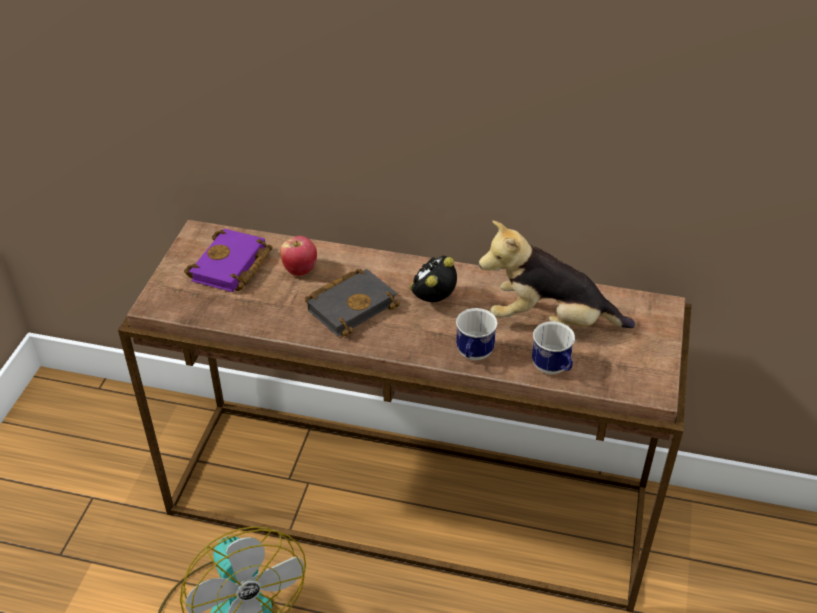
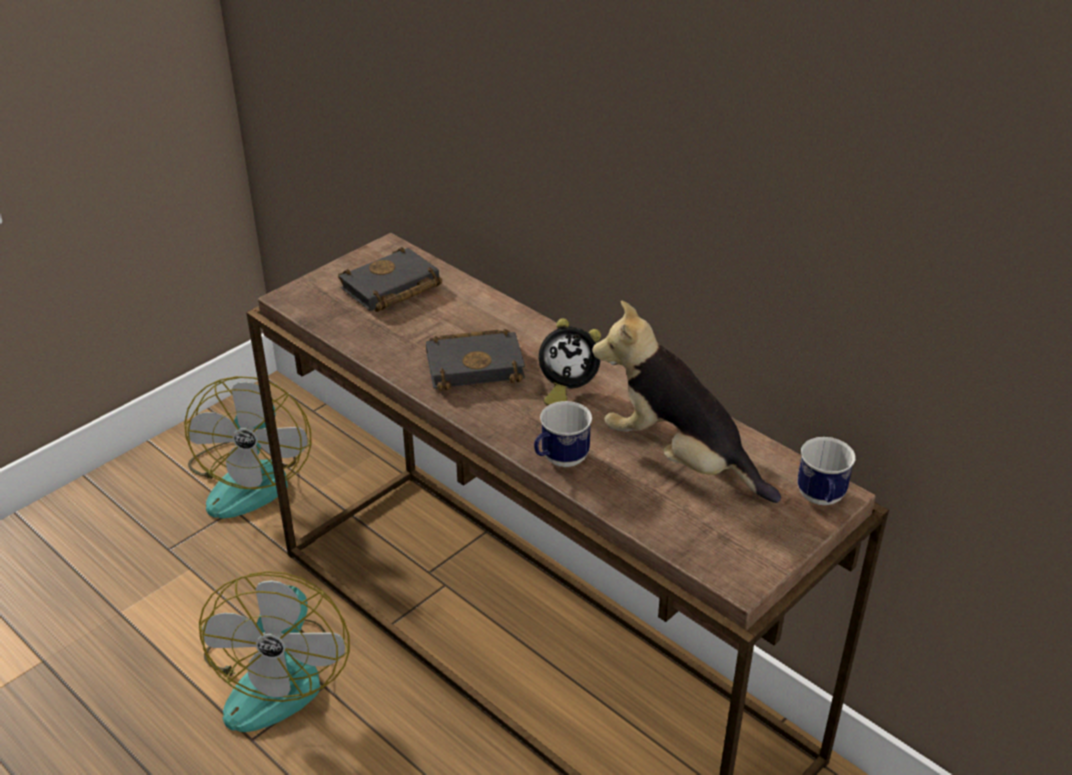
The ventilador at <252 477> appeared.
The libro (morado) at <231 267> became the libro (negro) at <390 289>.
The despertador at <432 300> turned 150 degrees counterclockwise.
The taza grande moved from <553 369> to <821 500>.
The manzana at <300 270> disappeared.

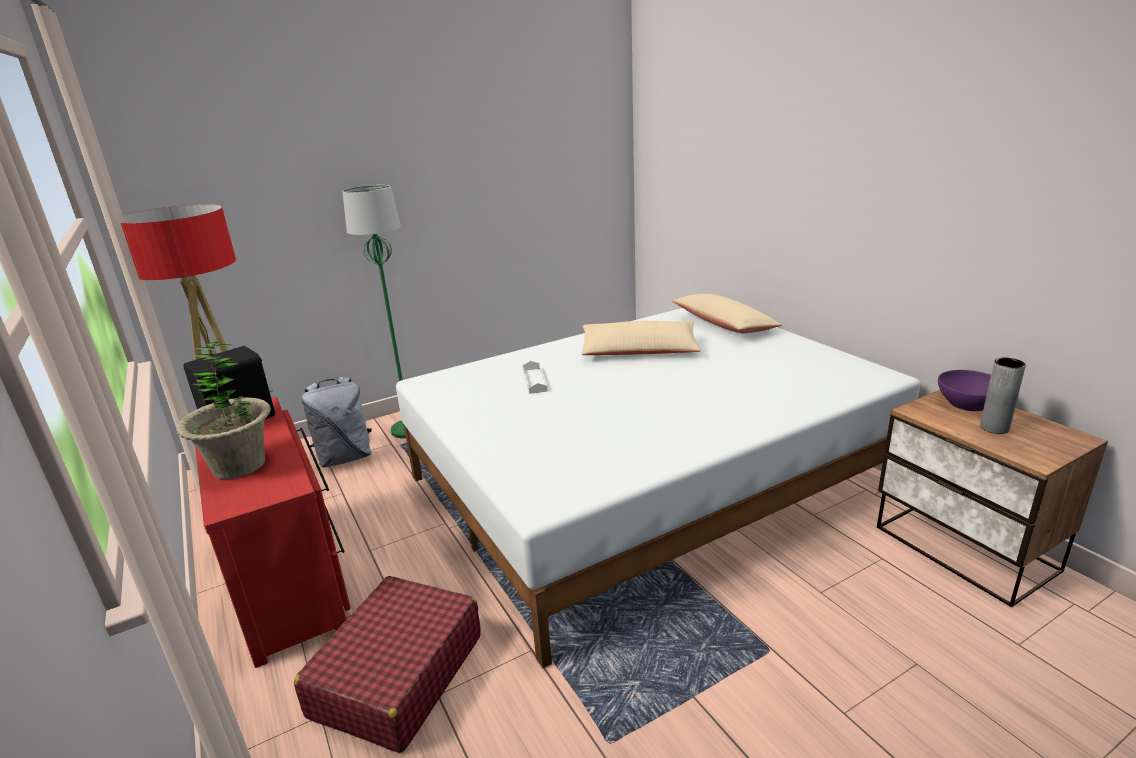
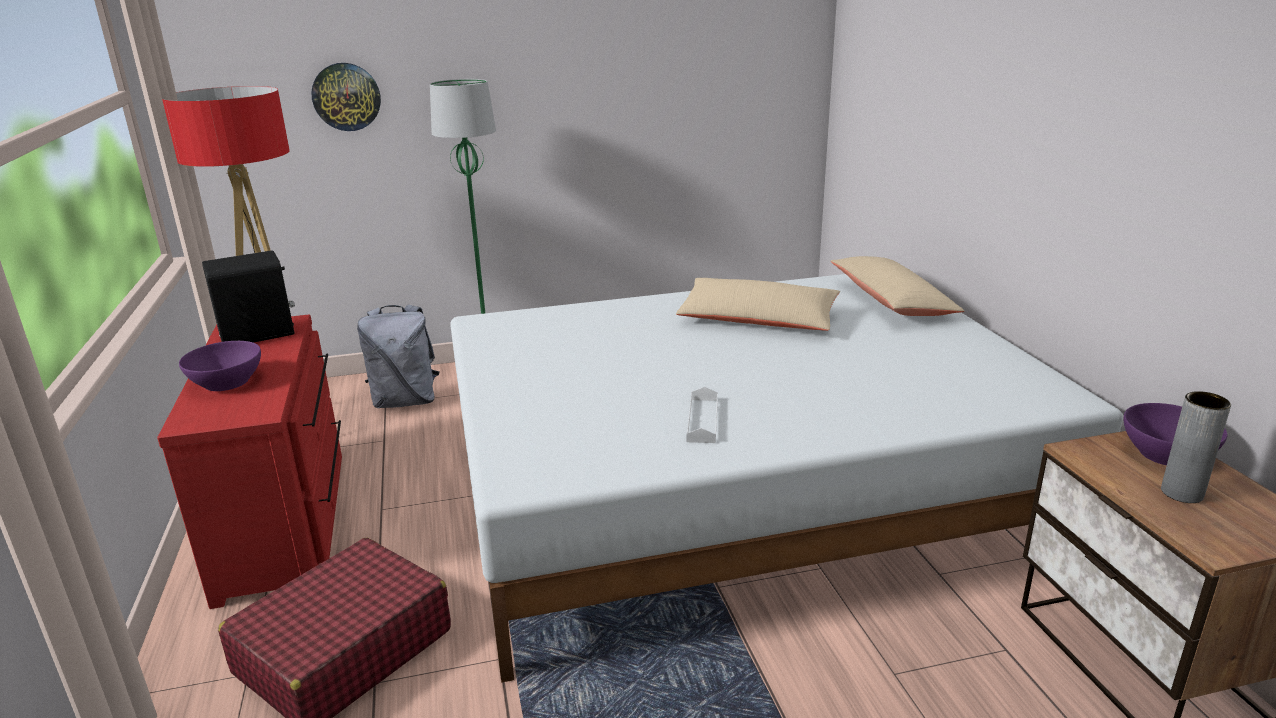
The planta en maceta at <239 466> was replaced by the cuenco (morado) at <227 382>.
The reloj de pared at <346 97> appeared.
The bandeja (blanco) moved from <534 380> to <702 420>.

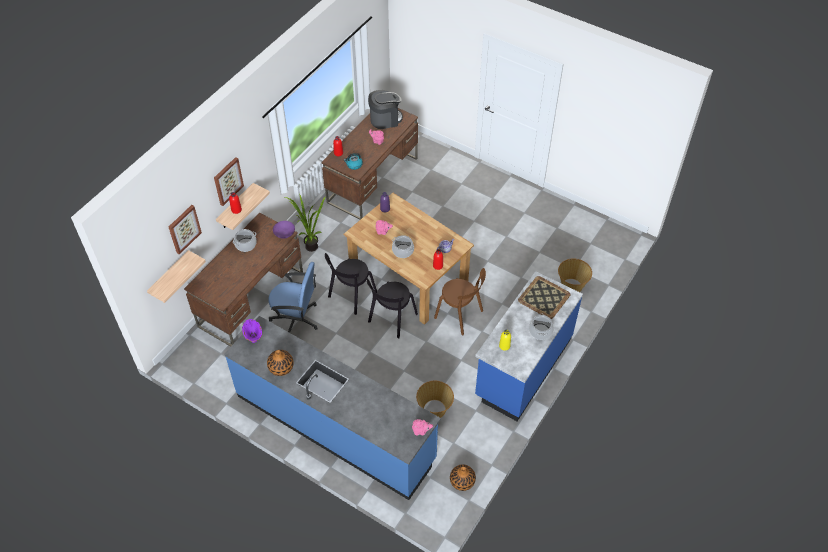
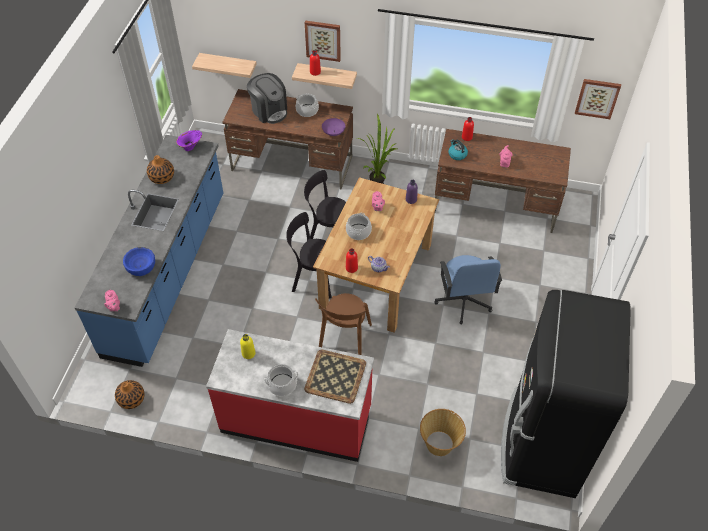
The cuenco (azul) at <141 267> appeared.
The mueble bajo de cocina (azul) at <522 367> became the mueble bajo de cocina (rojo) at <296 419>.
The cafetera moved from <385 119> to <269 111>.
The silla de oficina (azul) moved from <296 319> to <463 301>.
The nevera (negro) at <541 443> appeared.
The cuadro moved from <184 229> to <597 98>.
The cesta at <434 409> disappeared.

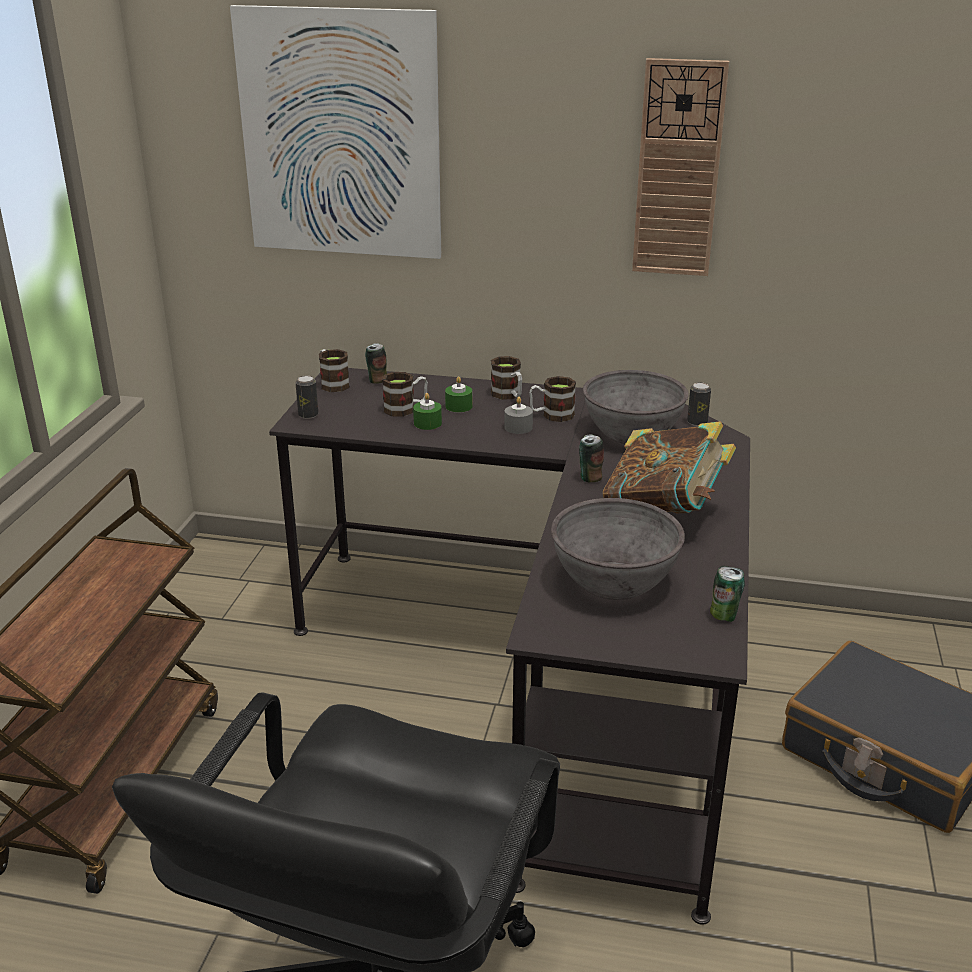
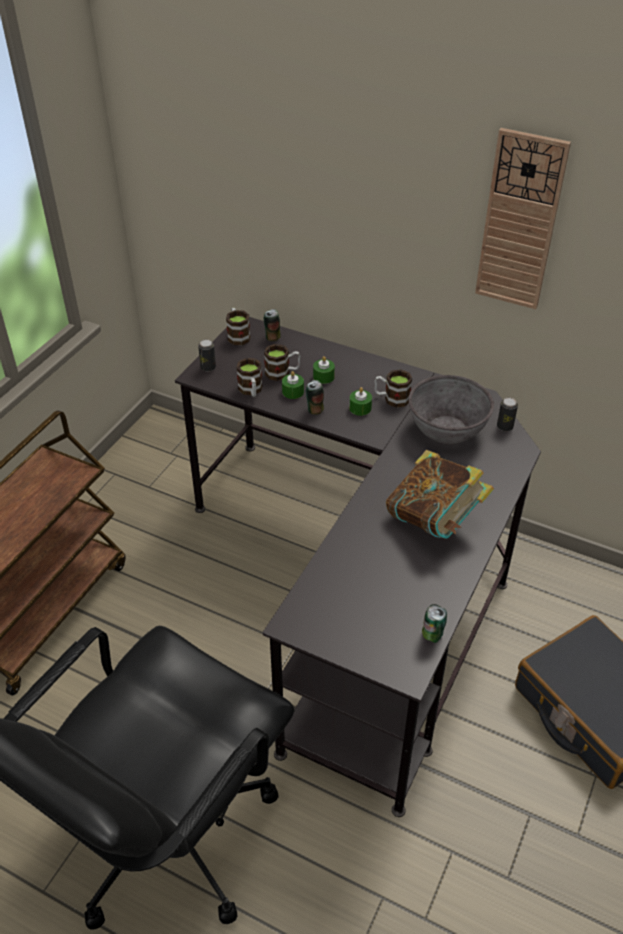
The taza grande moved from <508 396> to <251 391>.
The lata moved from <590 477> to <315 409>.
The vela (gris) at <518 427> became the vela (verde) at <360 408>.
The cuadro at <340 135> disappeared.
The cuenco (gris) at <614 580> disappeared.

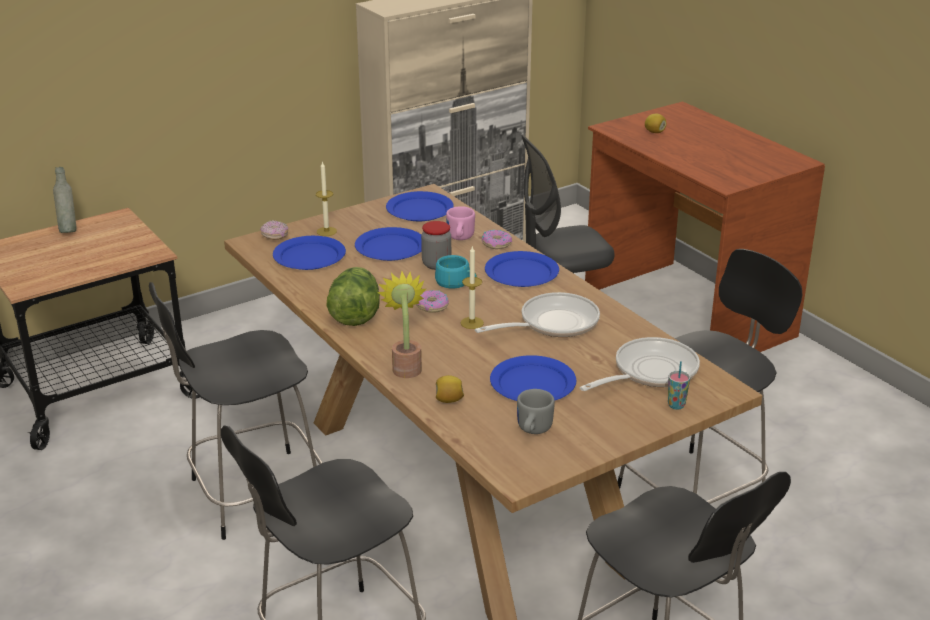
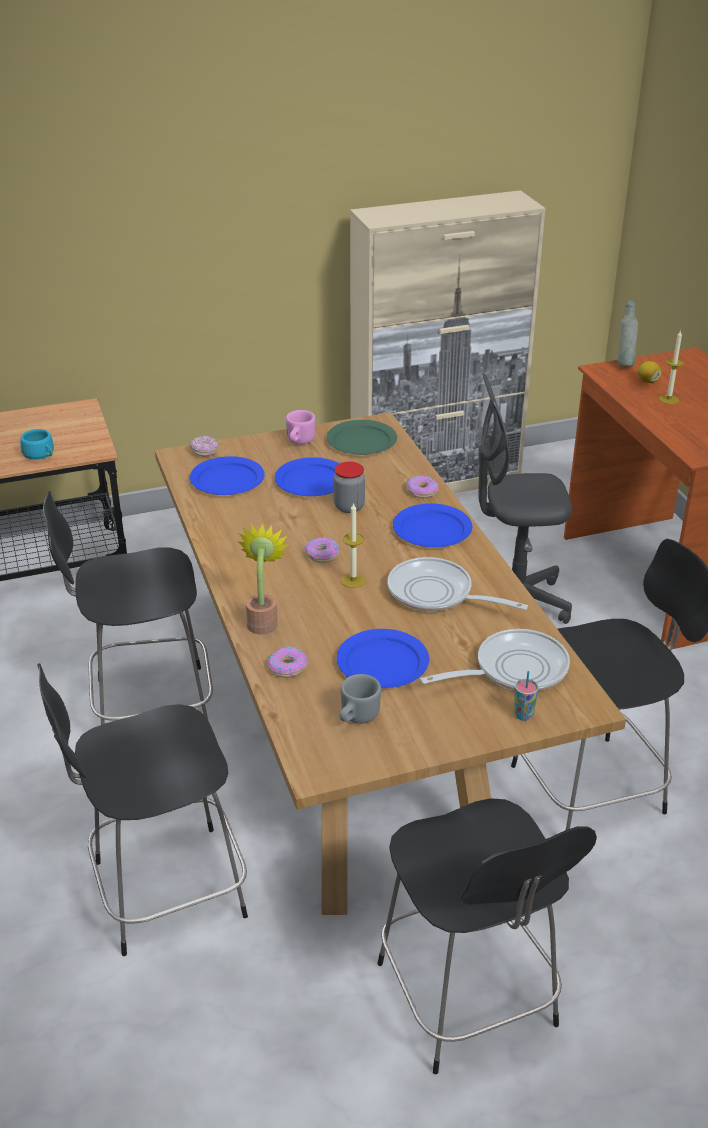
The taza (turquesa) moved from <456 283> to <41 455>.
The limón at <448 400> was replaced by the rosquilla at <287 667>.
The taza grande (rosa) moved from <459 238> to <298 442>.
The plato (azul) at <419 210> became the plato (verde) at <361 441>.
The sartén at <552 323> turned 135 degrees counterclockwise.
The botella (gris) moved from <68 230> to <624 364>.
The vela moved from <326 231> to <668 399>.
The lechuga at <355 314> disappeared.

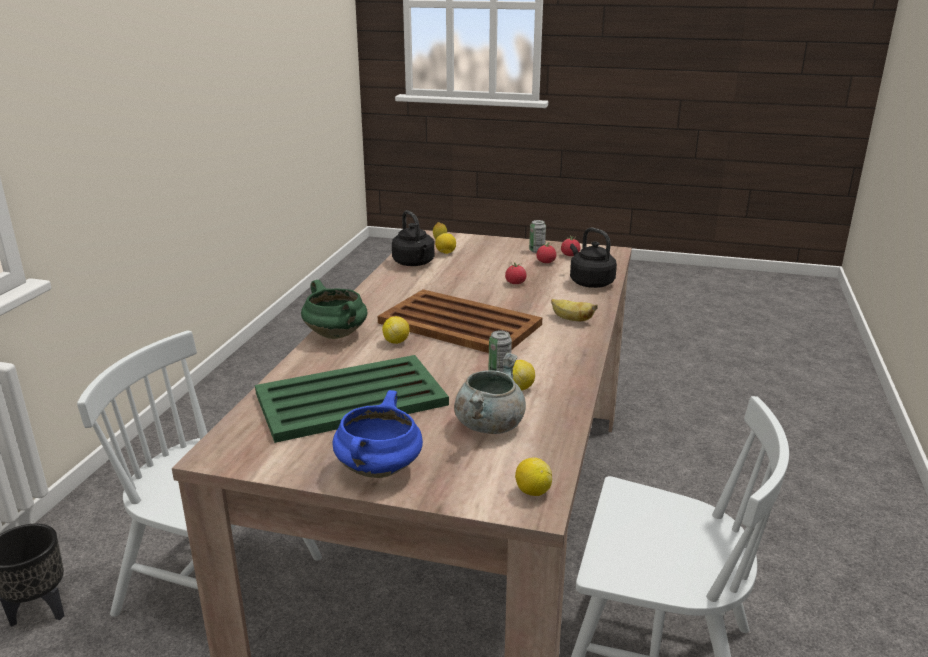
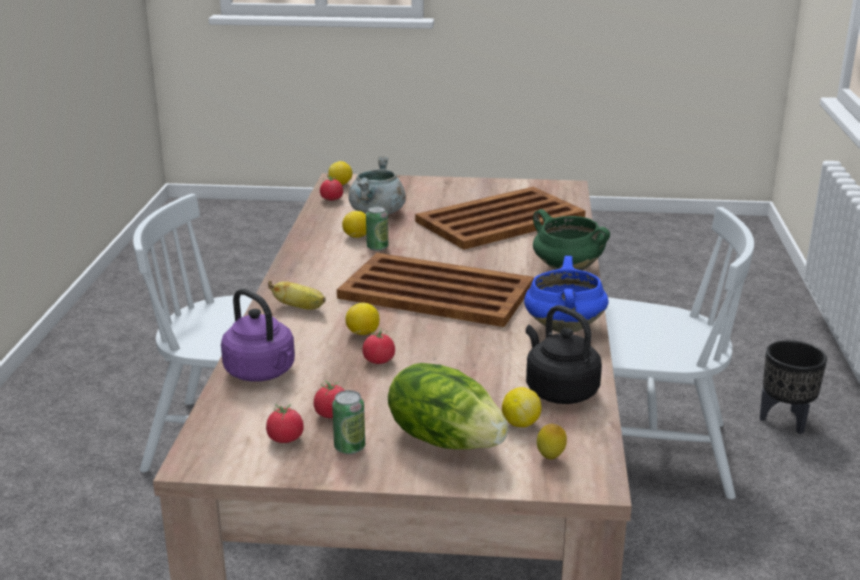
The hervidor (negro) at <590 282> became the hervidor (morado) at <262 373>.
The tomate at <331 199> appeared.
The limón moved from <396 341> to <362 334>.
The lechuga at <445 439> appeared.
The bandeja (verde) at <353 399> became the bandeja (marrón) at <498 220>.
The olla (azul) moved from <379 470> to <563 327>.

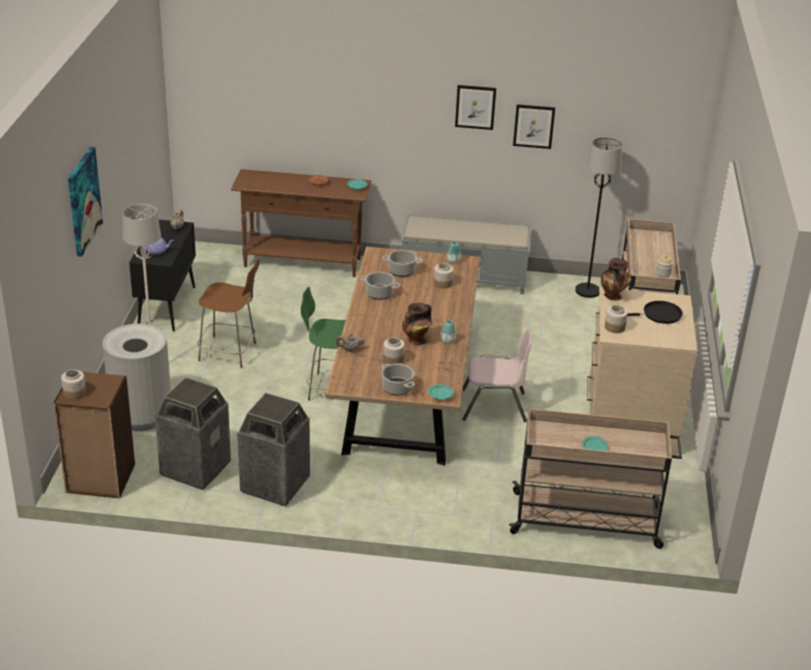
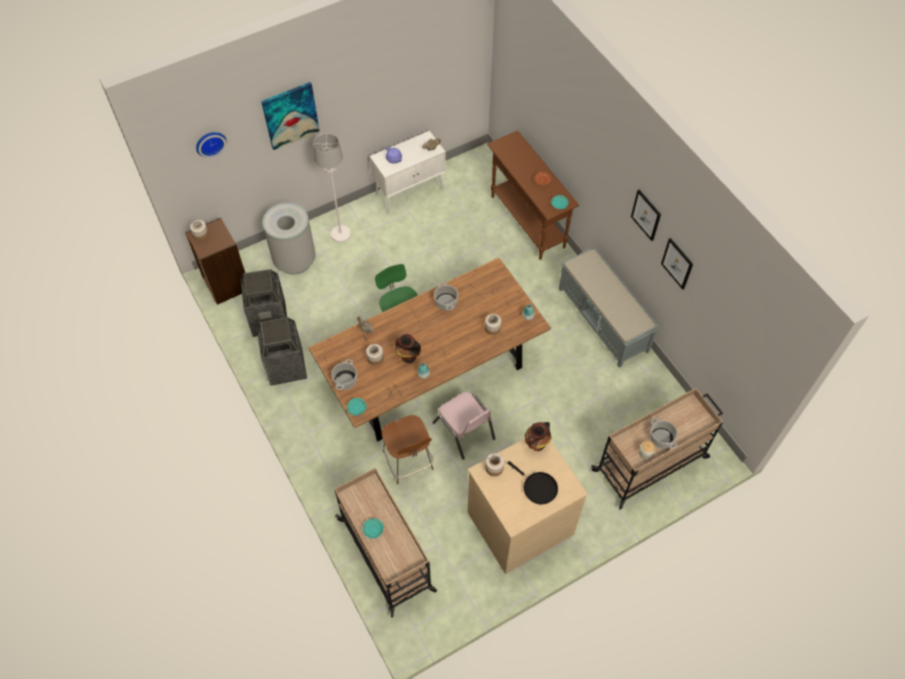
The reloj de pared at <210 142> appeared.
The armario (negro) at <167 307> became the armario (blanco) at <410 192>.
The silla (marrón) moved from <229 352> to <408 462>.
The olla moved from <401 271> to <661 438>.
The lámpara de pie (negro) at <588 291> disappeared.

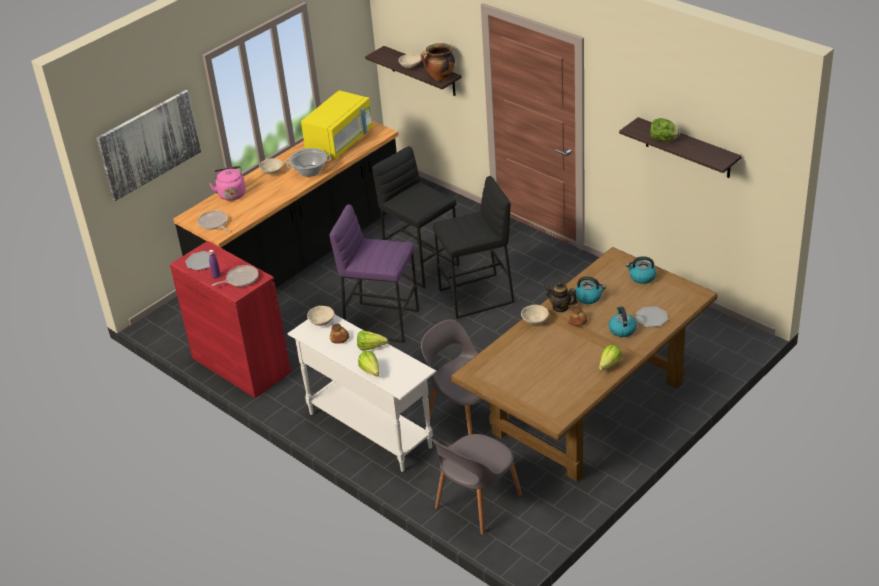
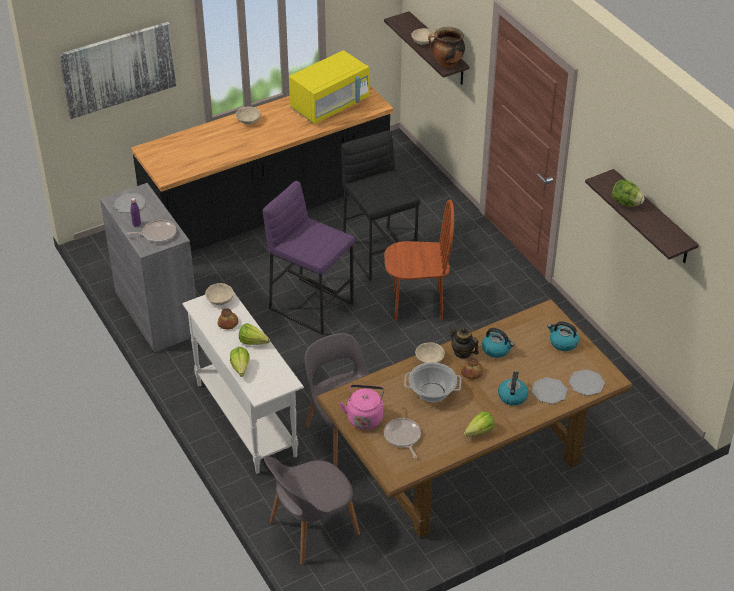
The armario (rojo) at <241 365> became the armario (gris) at <157 313>.
The hervidor (rosa) moved from <231 193> to <364 417>.
The taburete (negro) at <476 296> was replaced by the silla (marrón) at <417 305>.
The sartén moved from <214 223> to <402 437>.
The olla moved from <310 171> to <432 392>.
The plato at <586 383> appeared.

